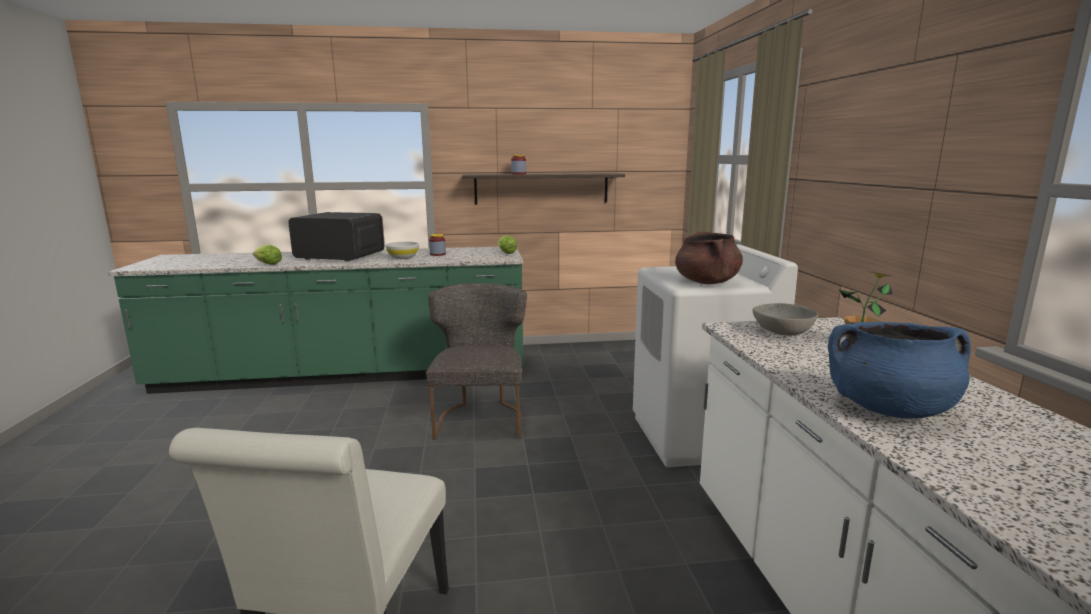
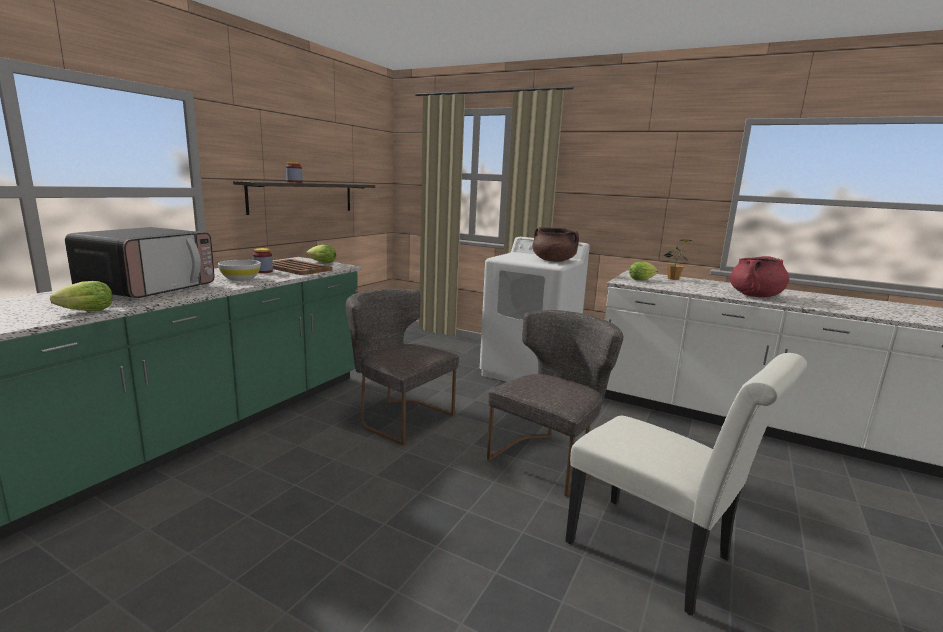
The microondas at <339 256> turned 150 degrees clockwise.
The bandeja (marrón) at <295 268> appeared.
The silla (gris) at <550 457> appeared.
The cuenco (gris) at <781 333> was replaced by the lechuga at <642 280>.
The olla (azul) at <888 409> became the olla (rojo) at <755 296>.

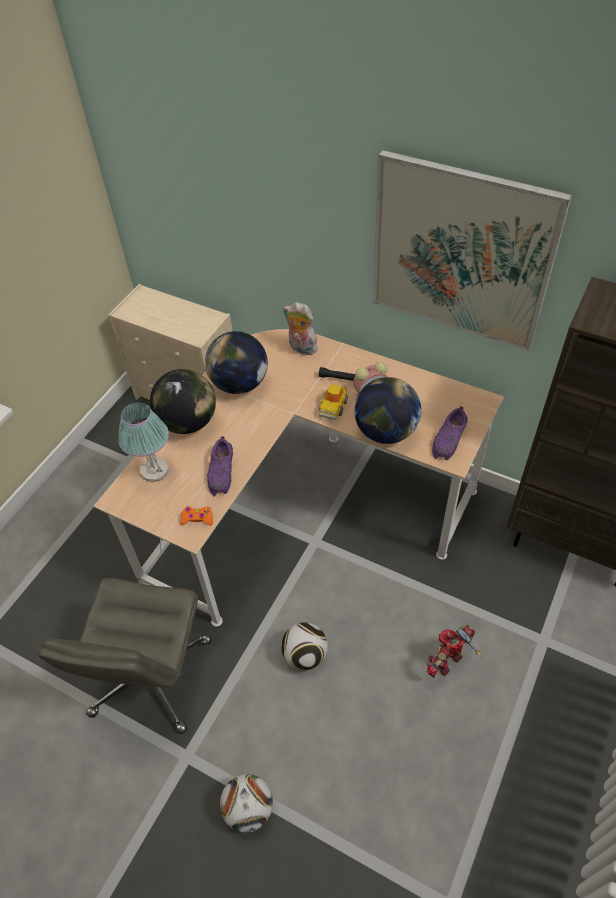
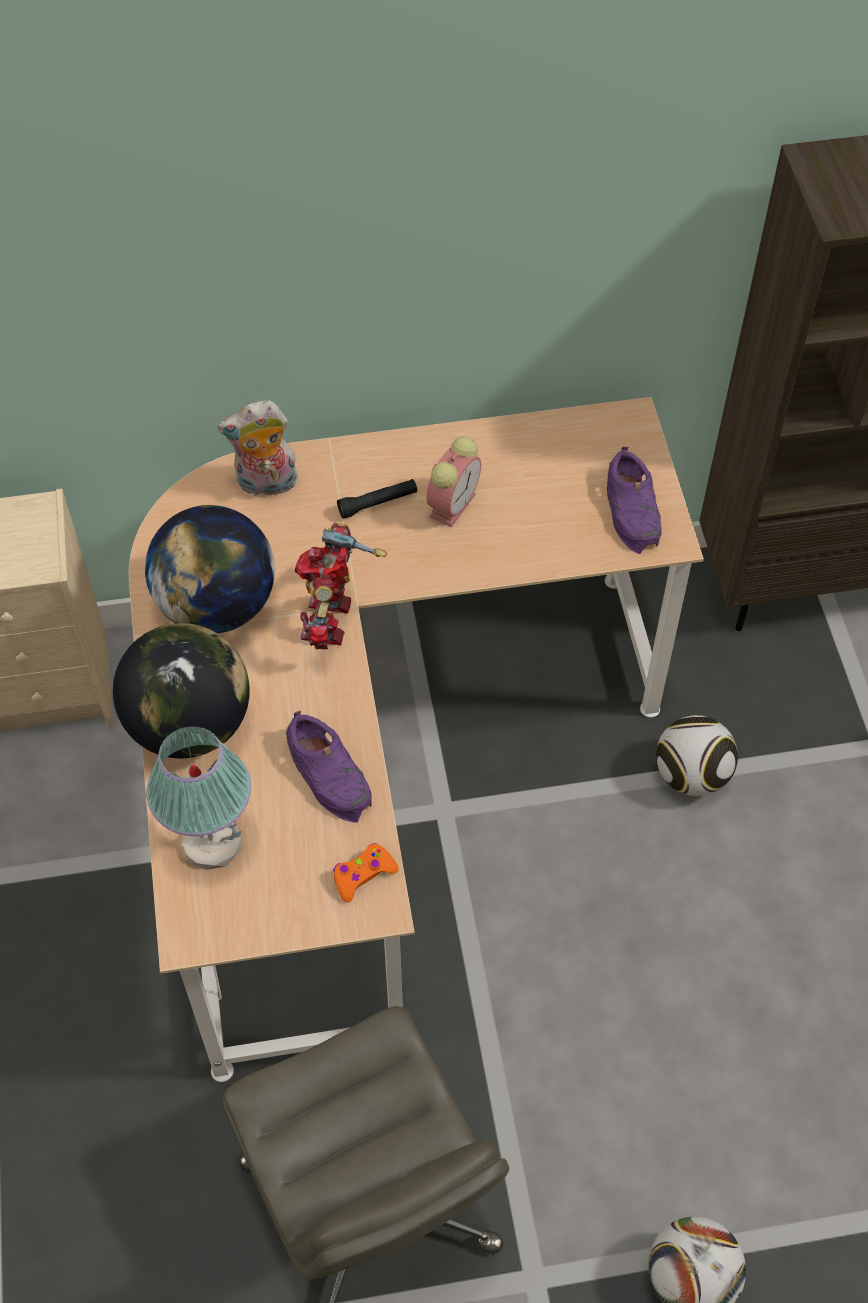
The robot de juguete moved from <448 661> to <332 621>.
The balón de fútbol moved from <305 655> to <690 774>.
The coche de juguete at <333 406> disappeared.
The globo terráqueo at <386 431> disappeared.
The cuadro at <461 253> disappeared.

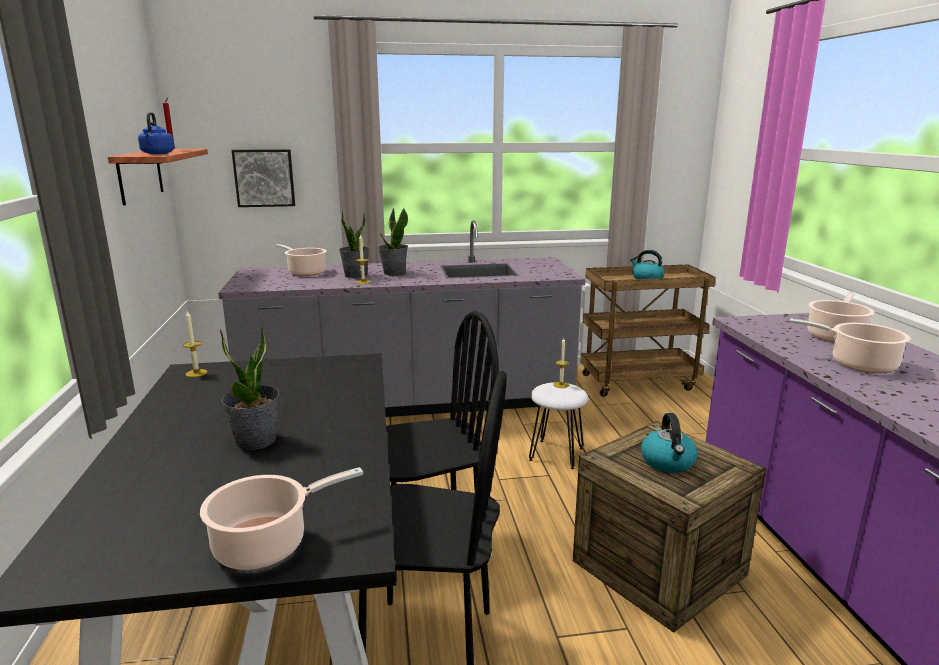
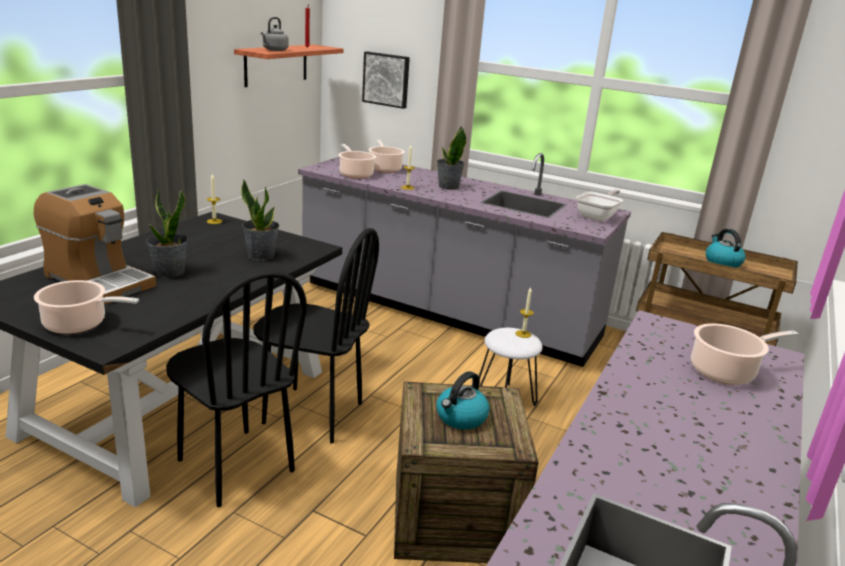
The cafetera at <98 280> appeared.
The planta en maceta moved from <355 275> to <261 255>.
The hervidor (azul) at <157 153> became the hervidor (gris) at <274 50>.
The olla moved from <858 364> to <355 174>.
The sartén at <598 216> appeared.

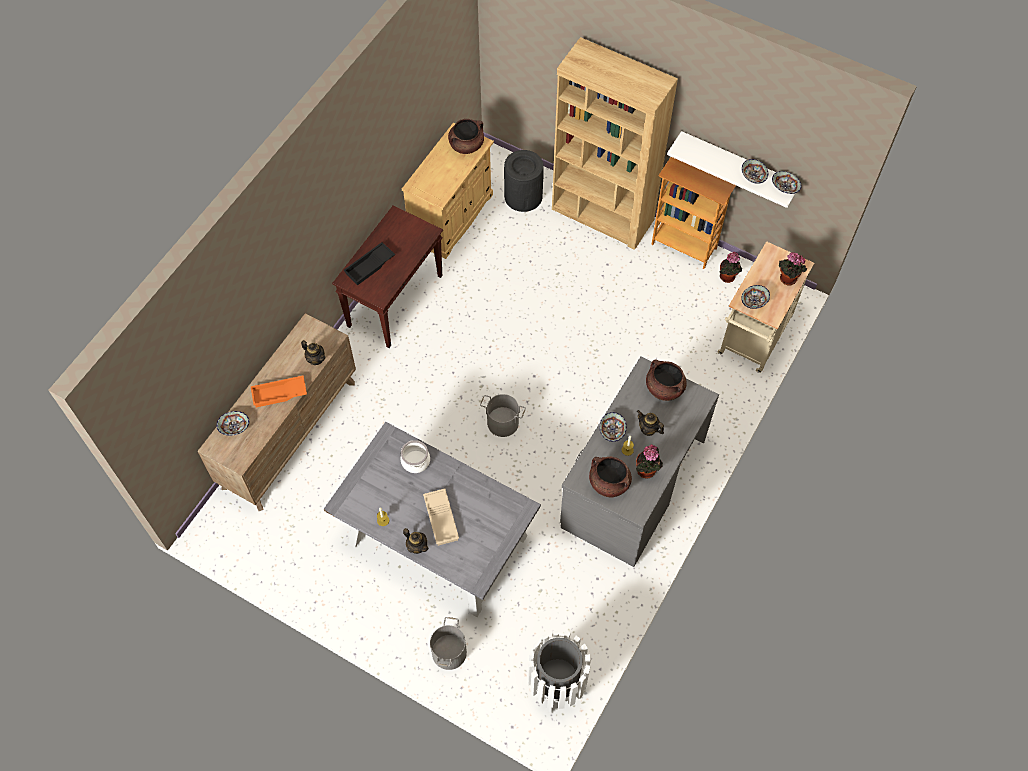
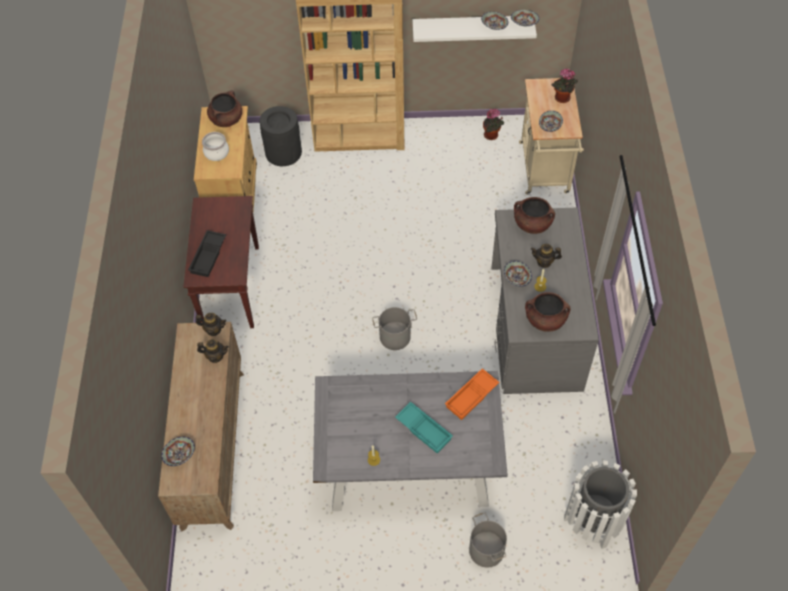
The tetera moved from <417 546> to <213 329>.
The olla moved from <416 461> to <217 152>.
The bandeja (beis) at <442 519> became the bandeja (turquesa) at <424 429>.
The bandeja (naranja) moved from <279 394> to <472 397>.
The planta en maceta at <647 472> disappeared.
The estantería at <684 246> disappeared.

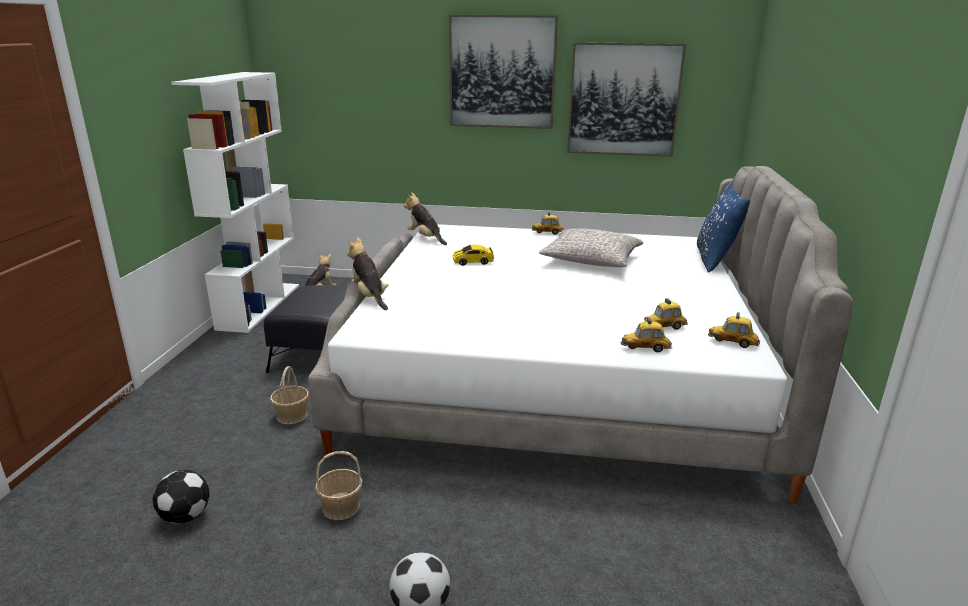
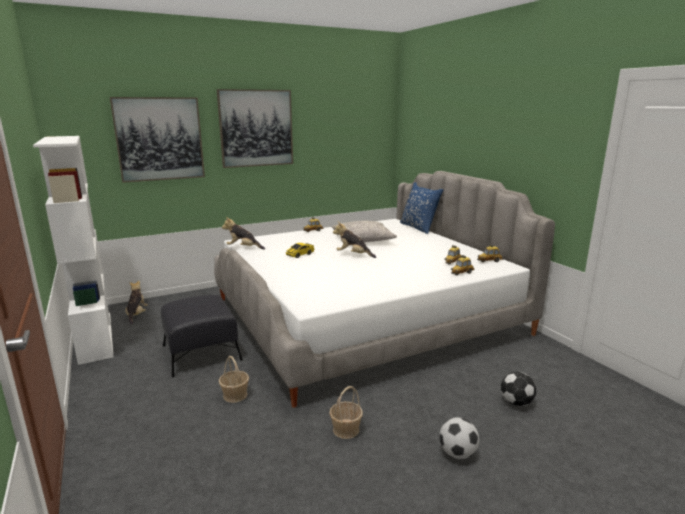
The cuadro moved from <623 100> to <159 139>.
The peluche moved from <369 297> to <353 255>.
The balón de fútbol moved from <186 516> to <516 402>.

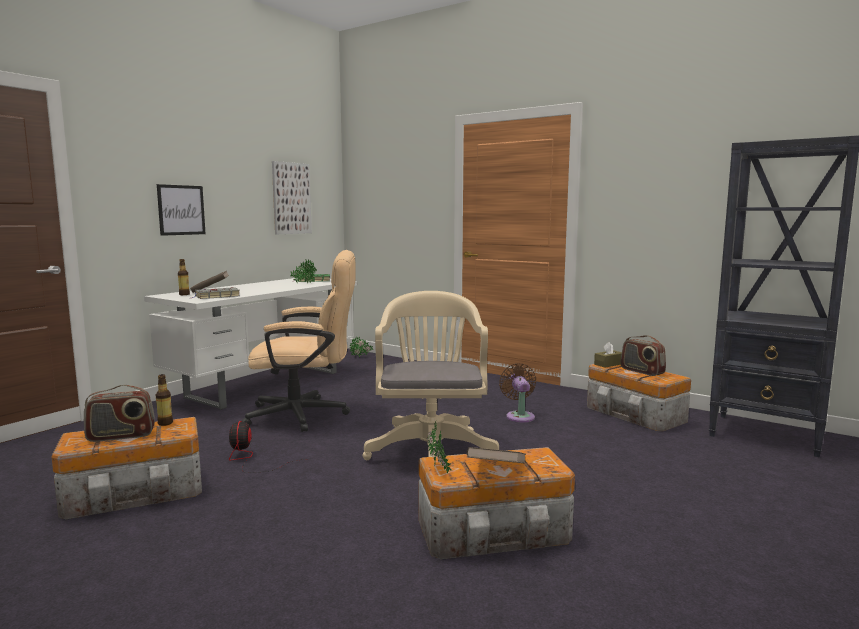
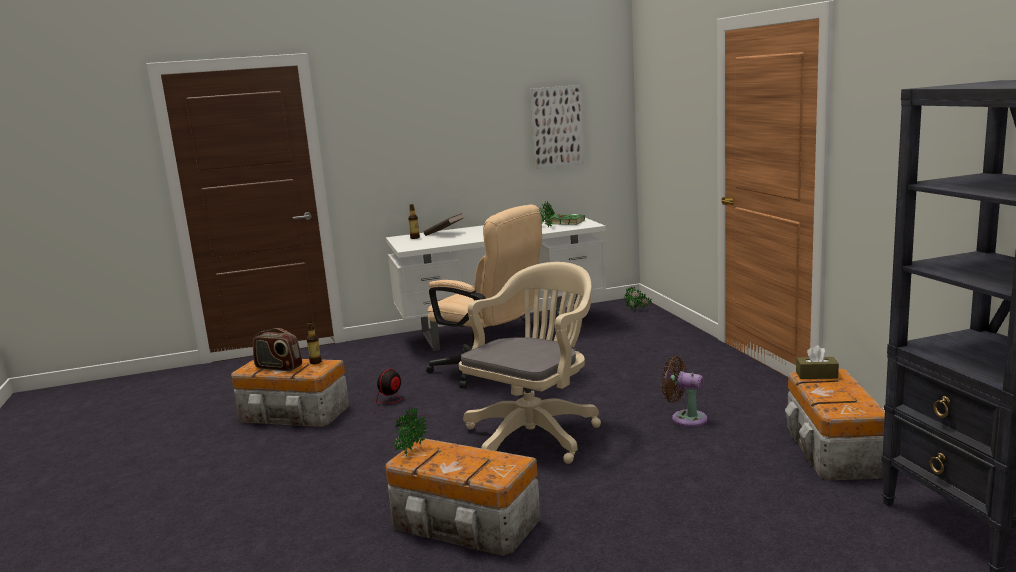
The ventilador (marrón) at <519 416> turned 90 degrees counterclockwise.
The cuadro at <181 210> disappeared.
The libro (gris) at <216 296> disappeared.
The libro (marrón) at <496 471> disappeared.
The radio at <641 371> disappeared.

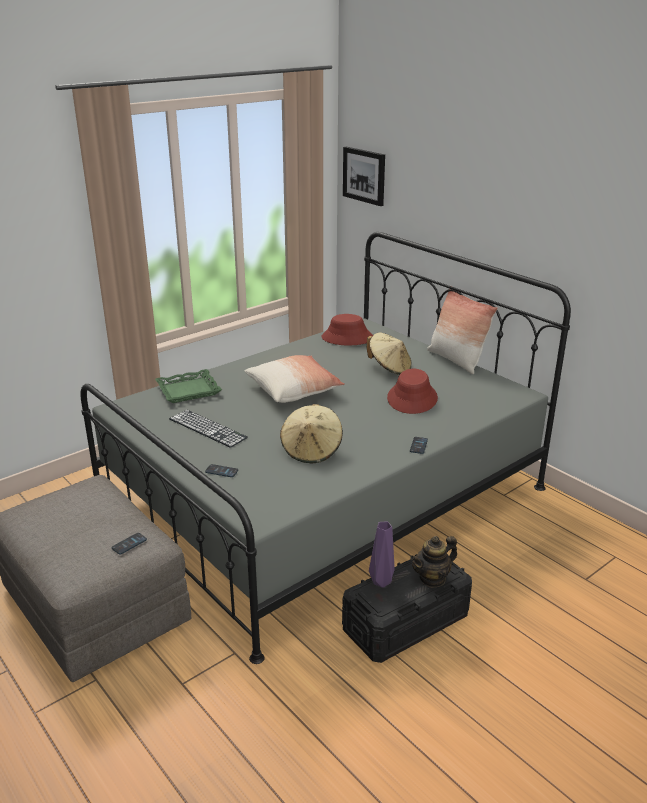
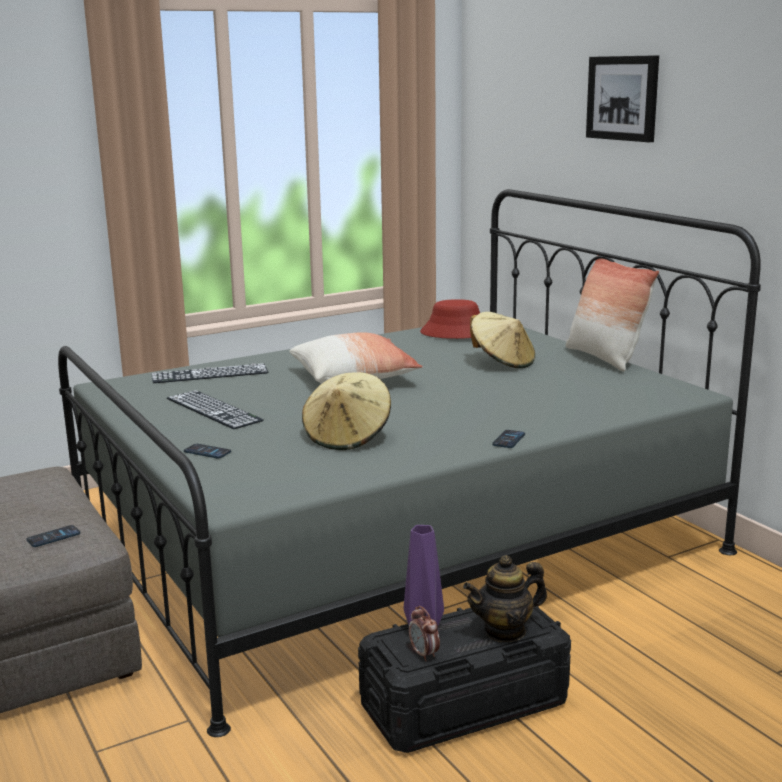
The bandeja (verde) at <188 391> was replaced by the teclado at <210 374>.
The despertador at <424 654> appeared.
The cuadro moved from <364 175> to <623 98>.
The sombrero (rojo) at <412 398> disappeared.

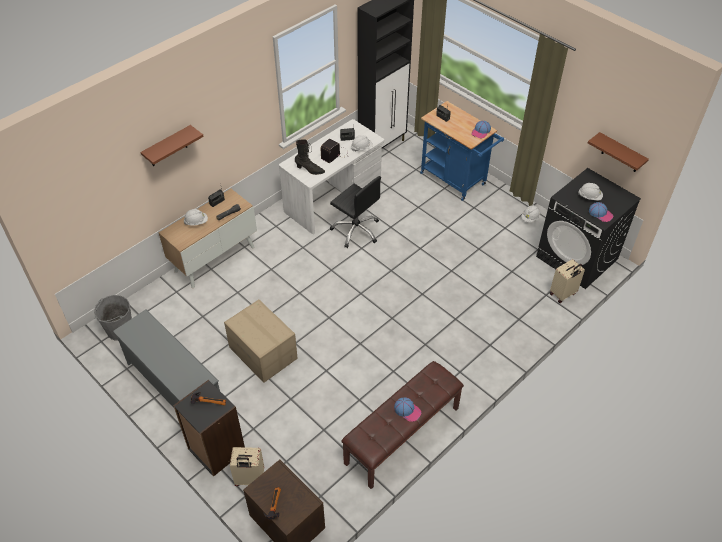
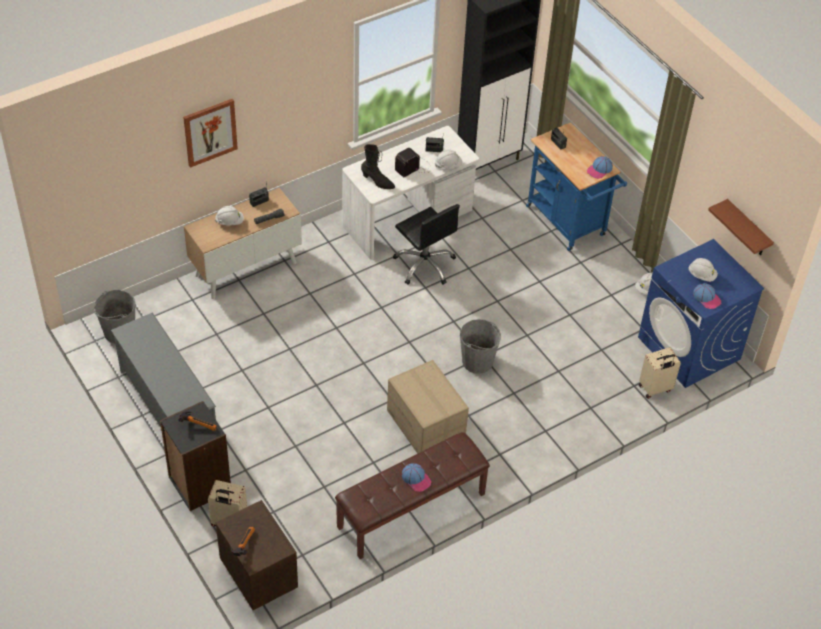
The estante (marrón) at <168 147> was replaced by the cuadro at <210 132>.
The caja de cartón moved from <263 353> to <426 424>.
The cubo (gris) at <477 361> appeared.
The lavadora (negro) at <577 258> became the lavadora (azul) at <689 348>.

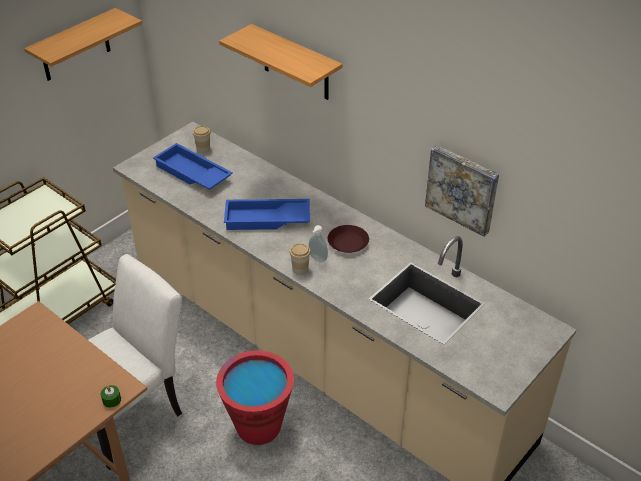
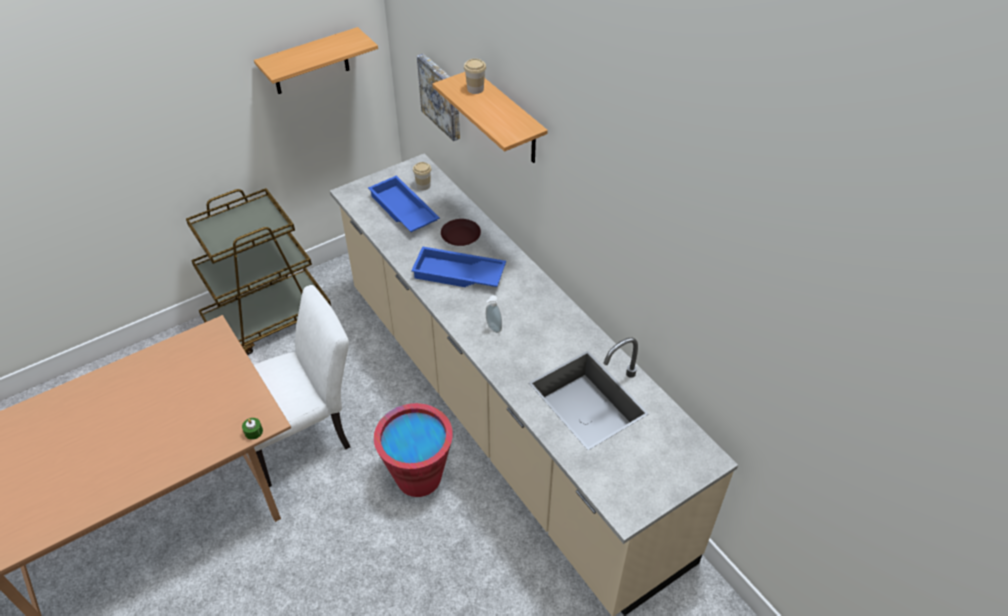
The cuadro moved from <462 188> to <442 96>.
The plato (marrón) moved from <348 242> to <460 235>.
The taza moved from <300 269> to <475 89>.

